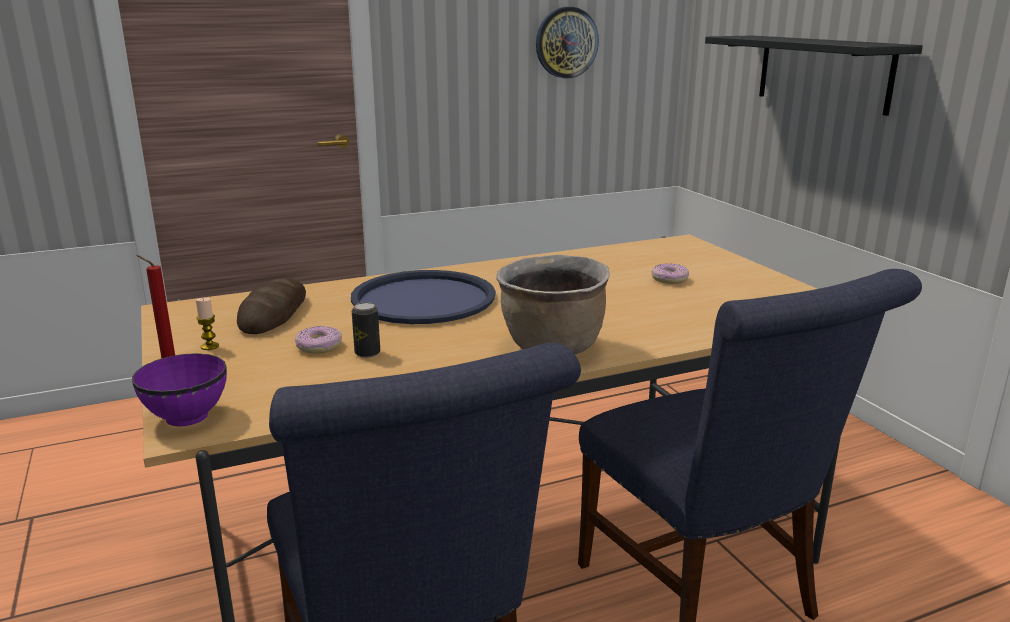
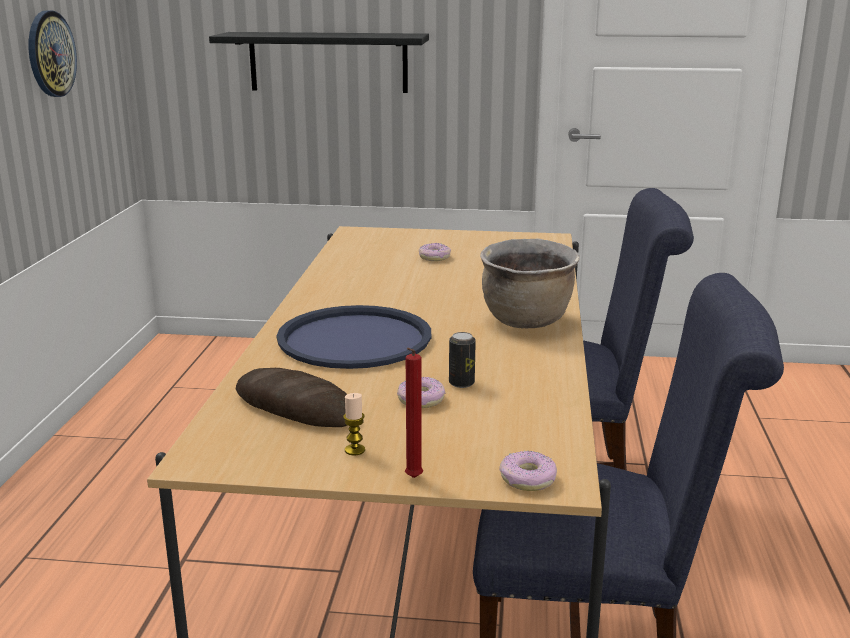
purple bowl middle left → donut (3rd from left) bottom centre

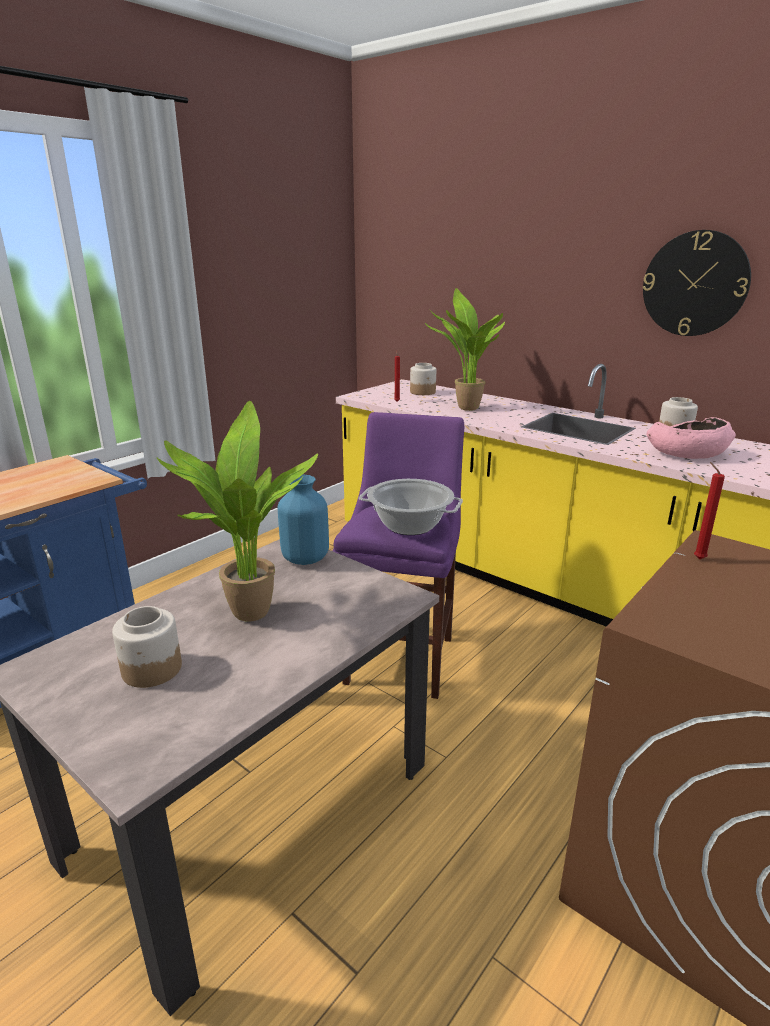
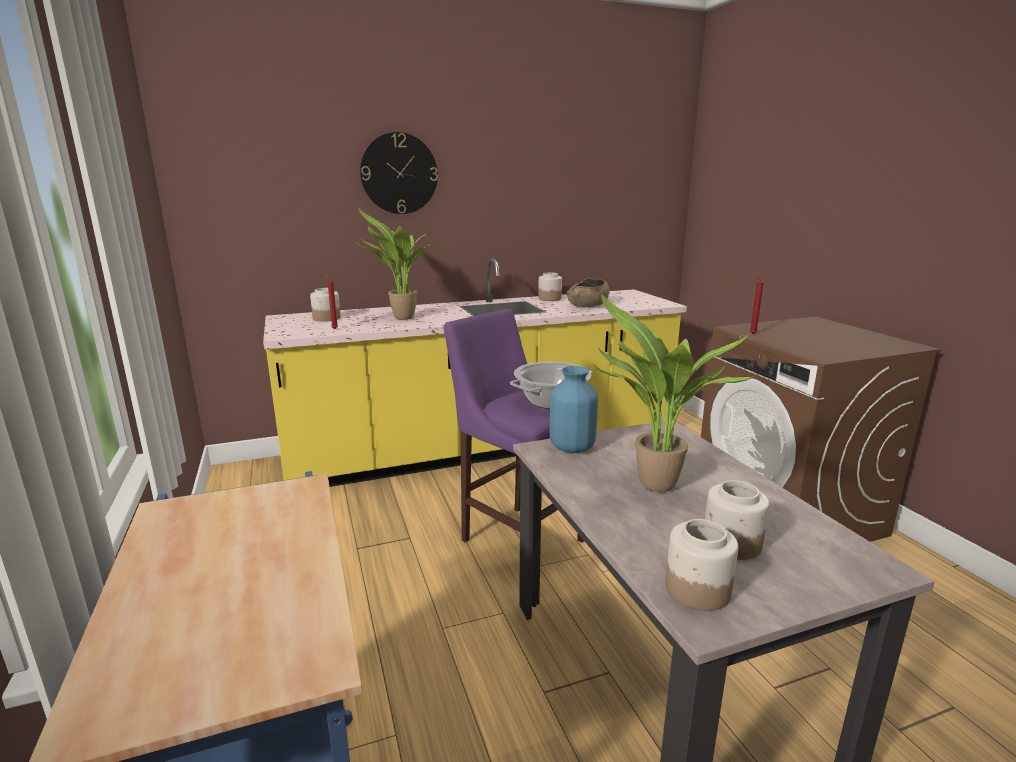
wall clock top right → wall clock top centre, moved
pink bowl middle right → brown bowl centre
- → jar (3rd from left) bottom right

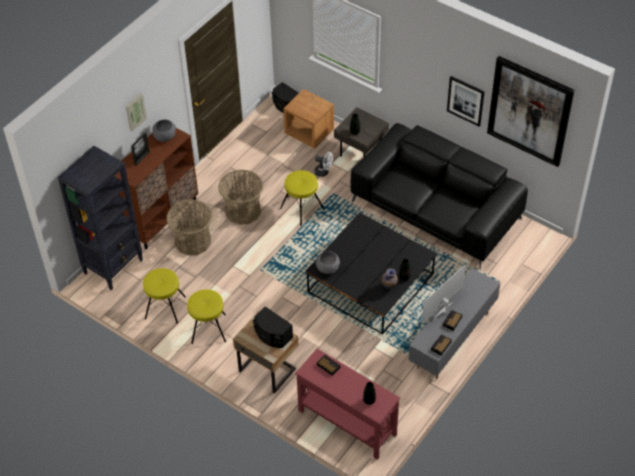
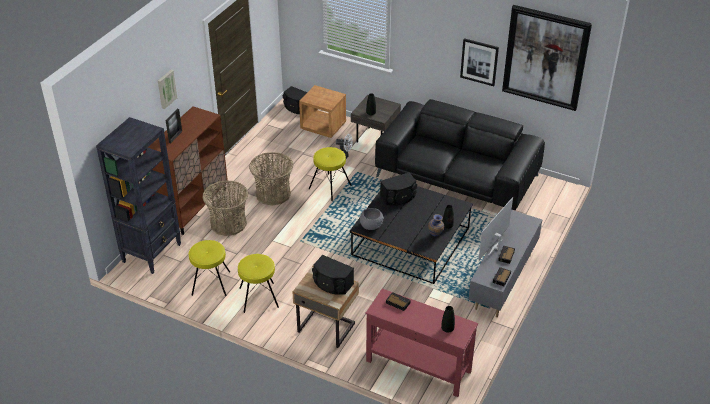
grey bowl (1st from left) top left → -
- → black speaker (3rd from left) centre

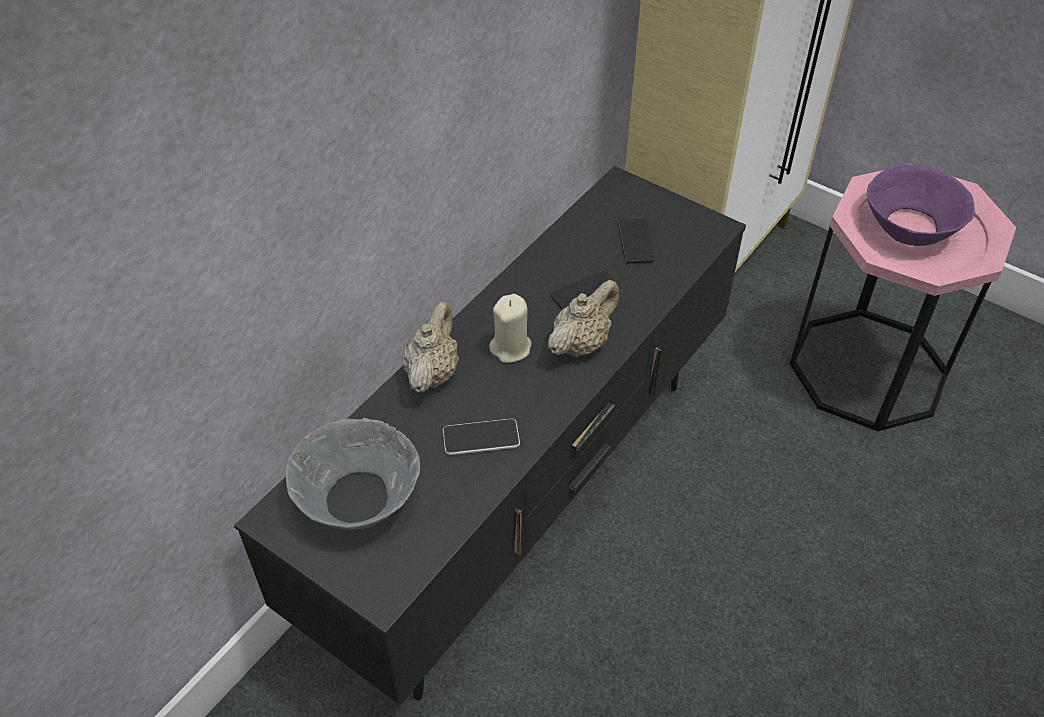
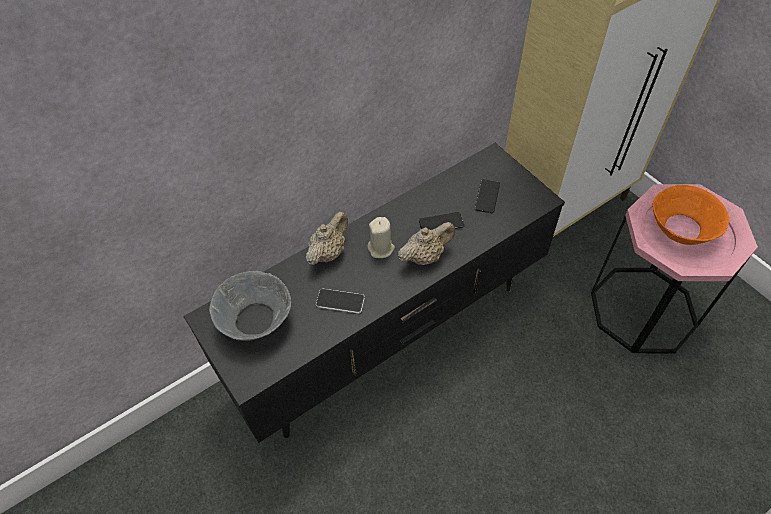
purple bowl top right → orange bowl middle right

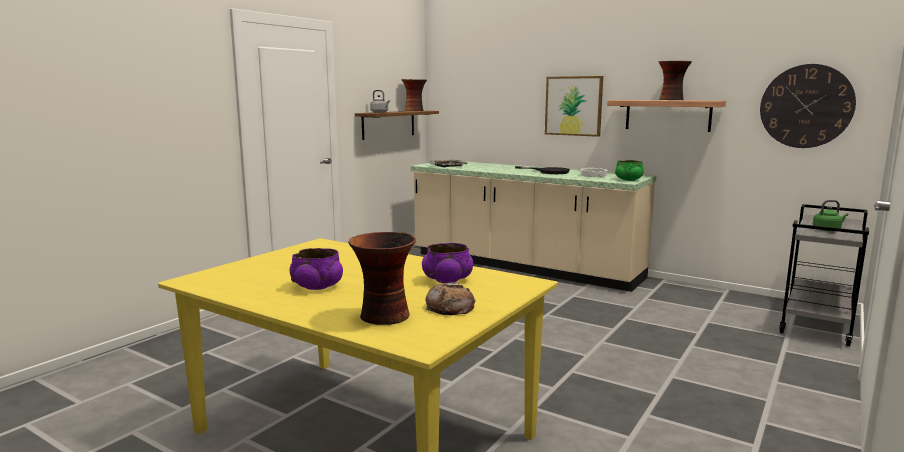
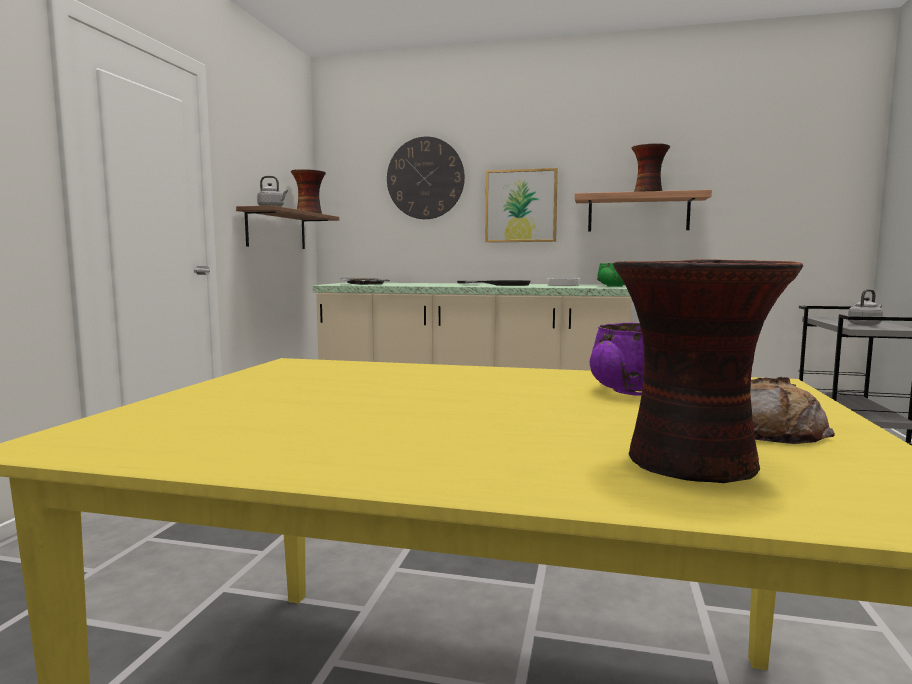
purple bowl (1st from left) centre → -
wall clock top right → wall clock top centre, moved
green kettle middle right → grey kettle (2nd from left) middle right

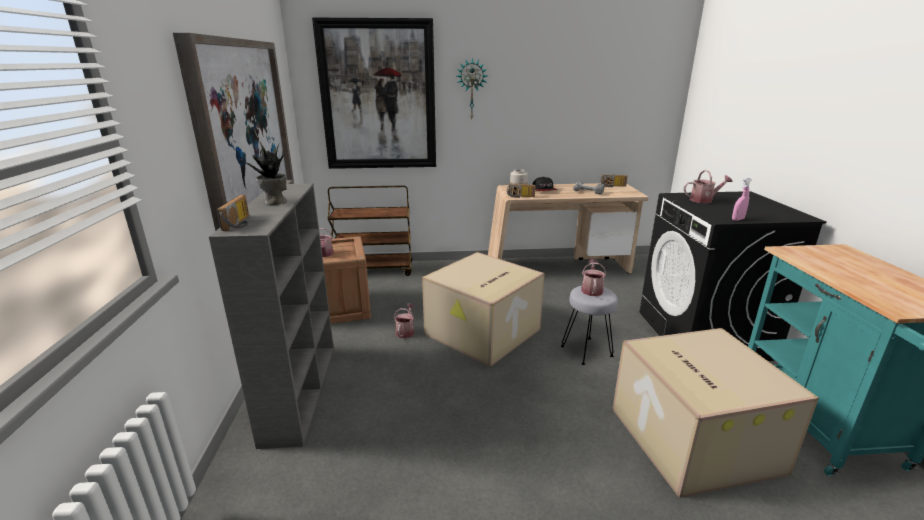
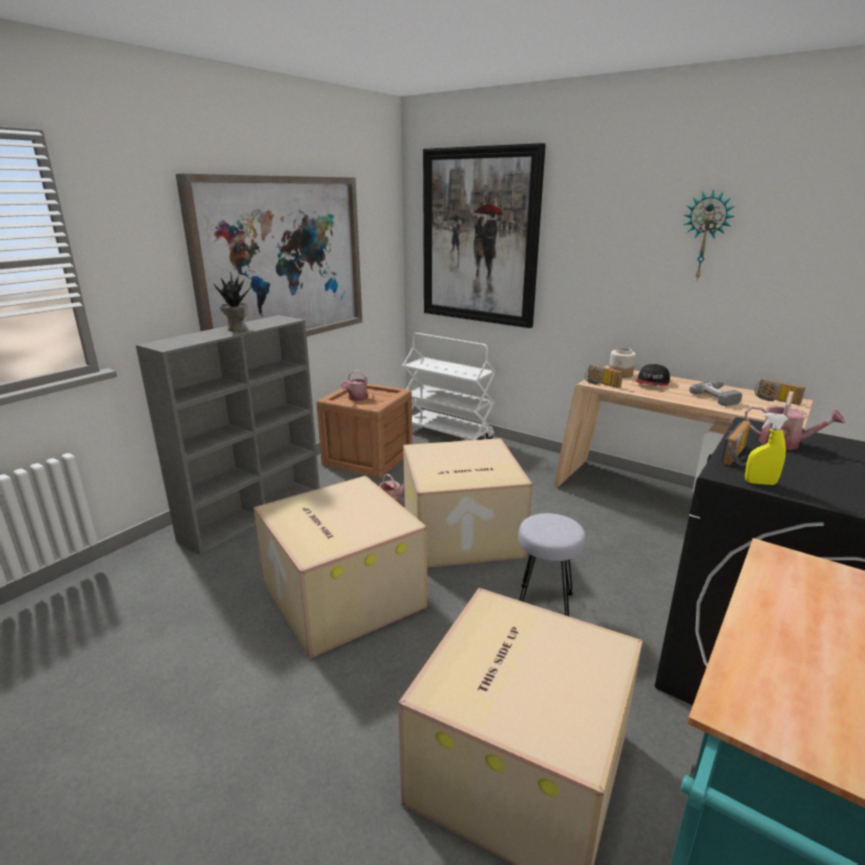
radio (1st from left in the first image) middle left → radio (2nd from left) middle right, moved
brown cart centre → white cart centre
wall clock top centre → wall clock top right, moved
watering can (3rd from left) centre → -
pink spray bottle middle right → yellow spray bottle middle right
- → cardboard box (1st from left) centre

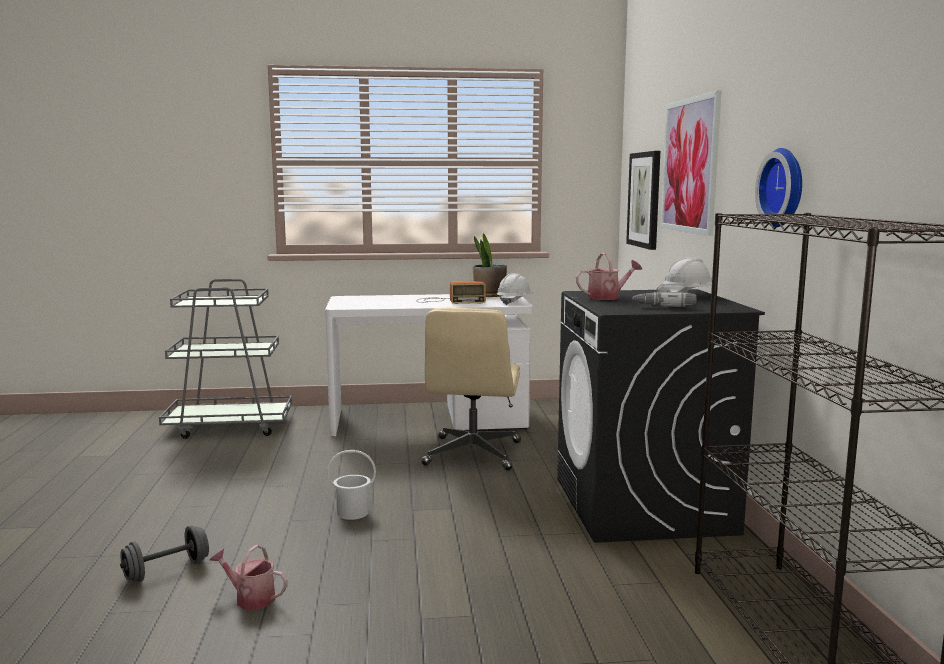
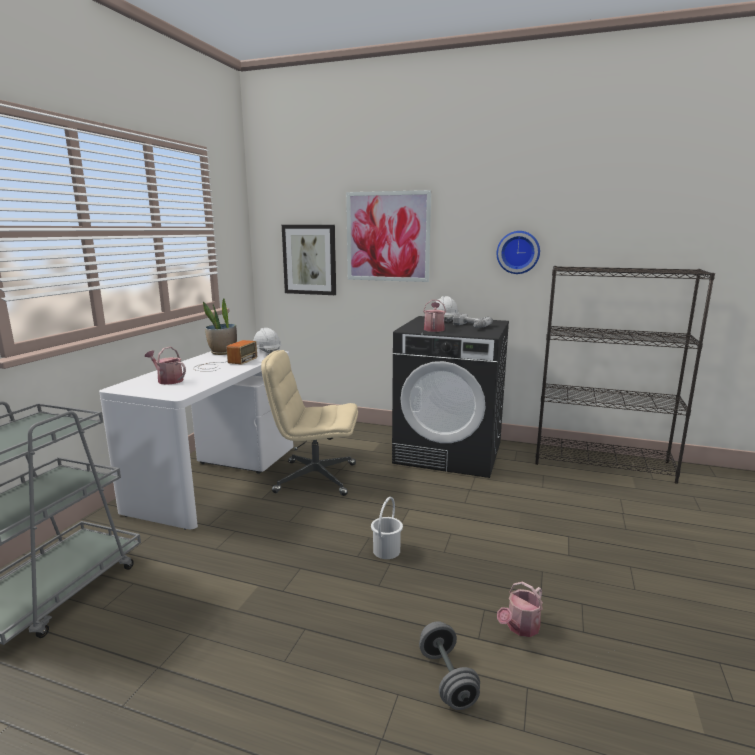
beige office chair centre, 150 degrees clockwise
- → watering can (1st from left) middle left

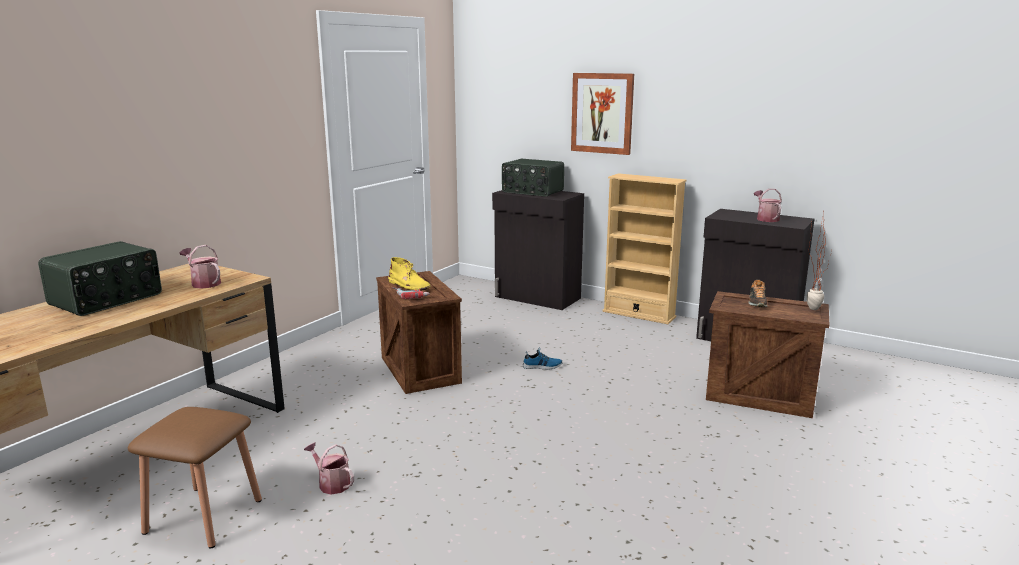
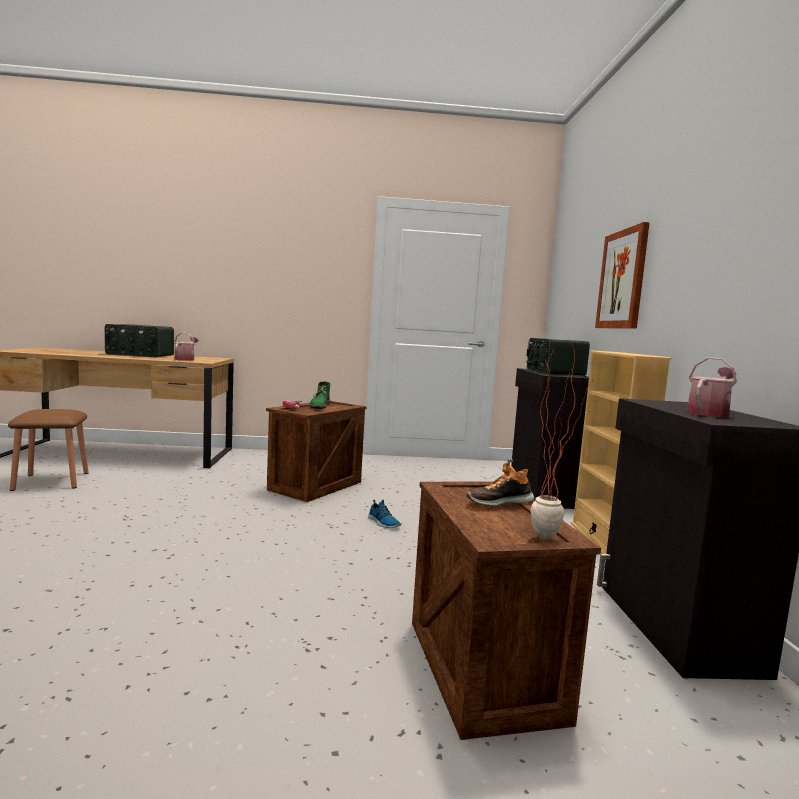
watering can (2nd from left) bottom left → -
yellow boot centre → green boot centre

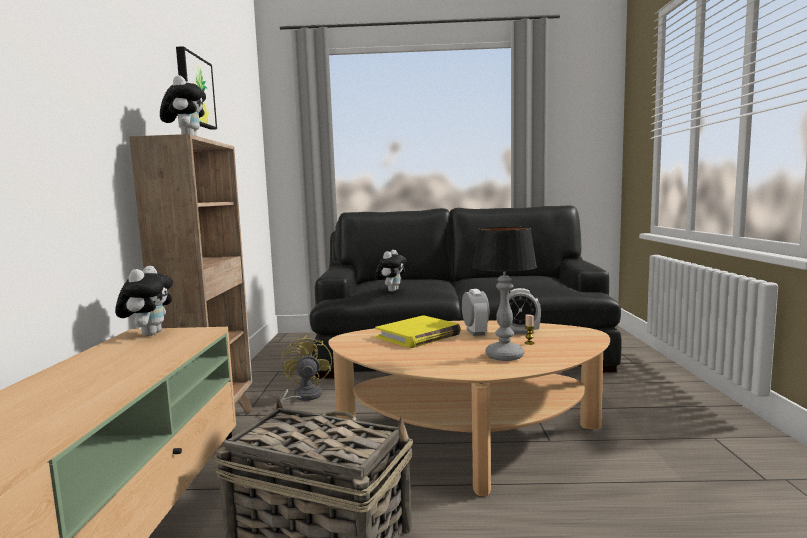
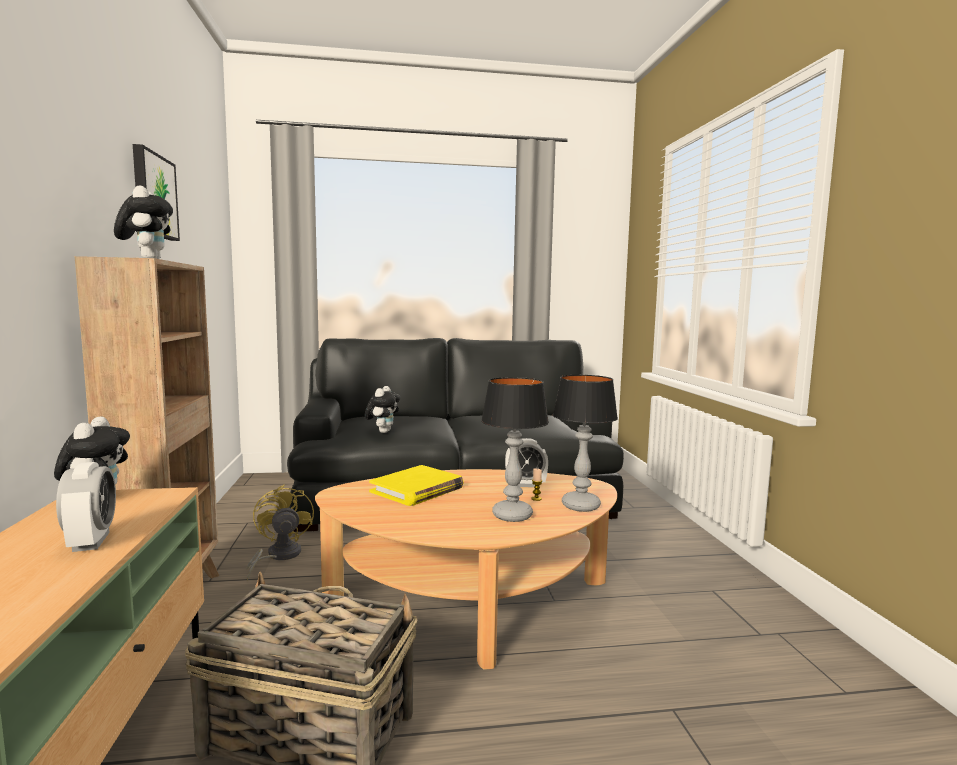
alarm clock (1st from left) centre → alarm clock (1st from left) middle left, moved
- → table lamp (2nd from left) centre

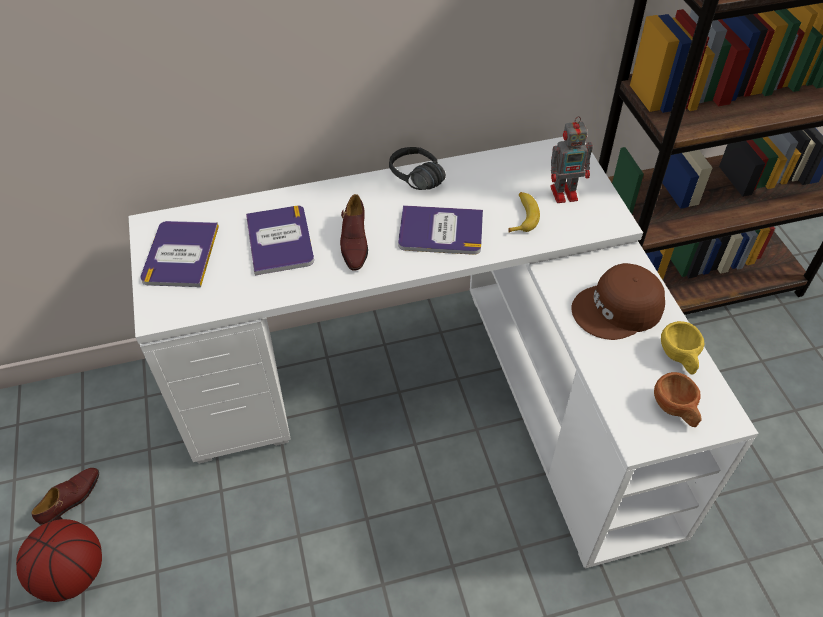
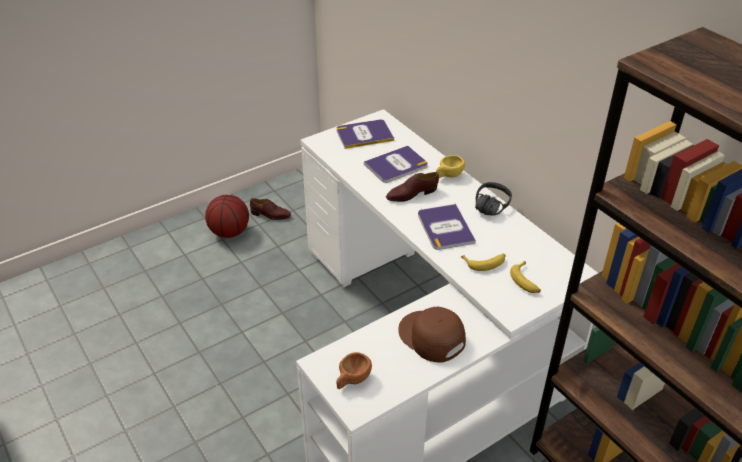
toy robot top right → banana (2nd from left) middle right
yellow cup middle right → yellow cup centre, moved

